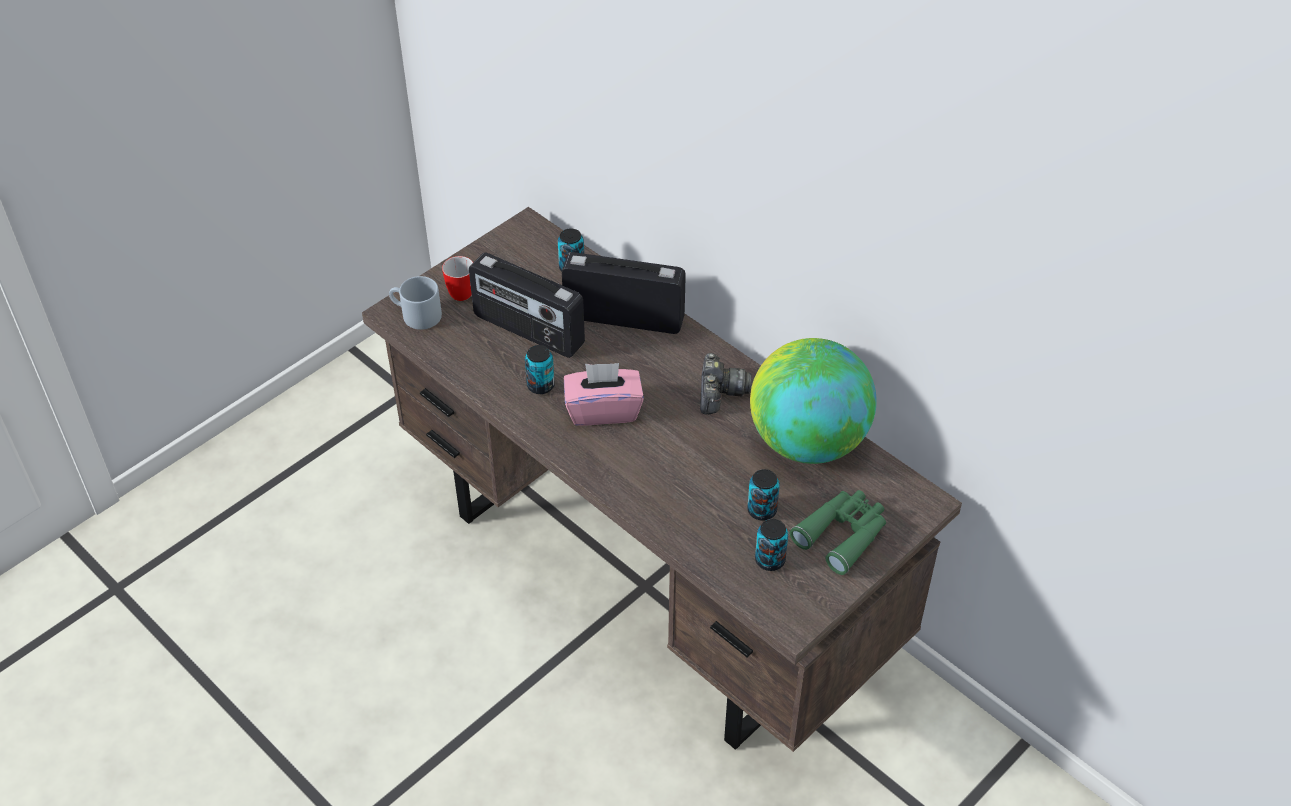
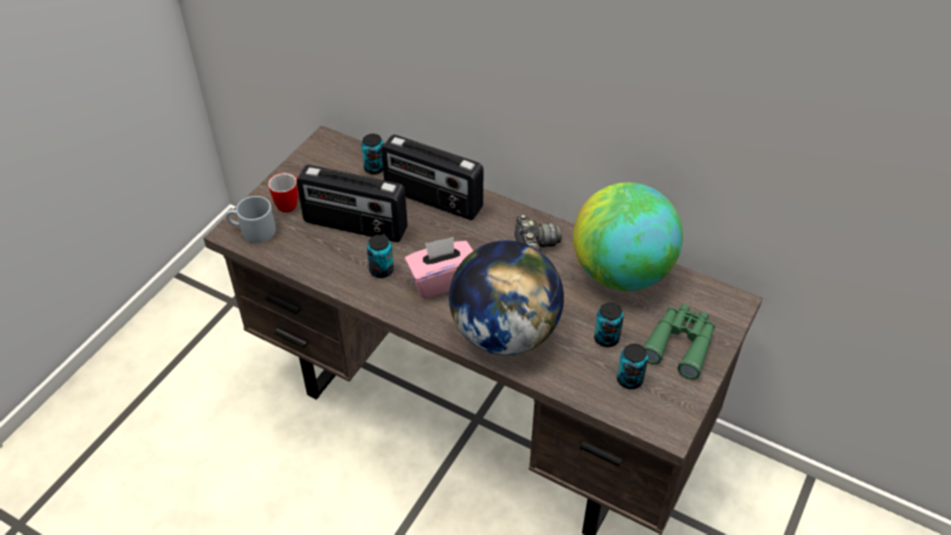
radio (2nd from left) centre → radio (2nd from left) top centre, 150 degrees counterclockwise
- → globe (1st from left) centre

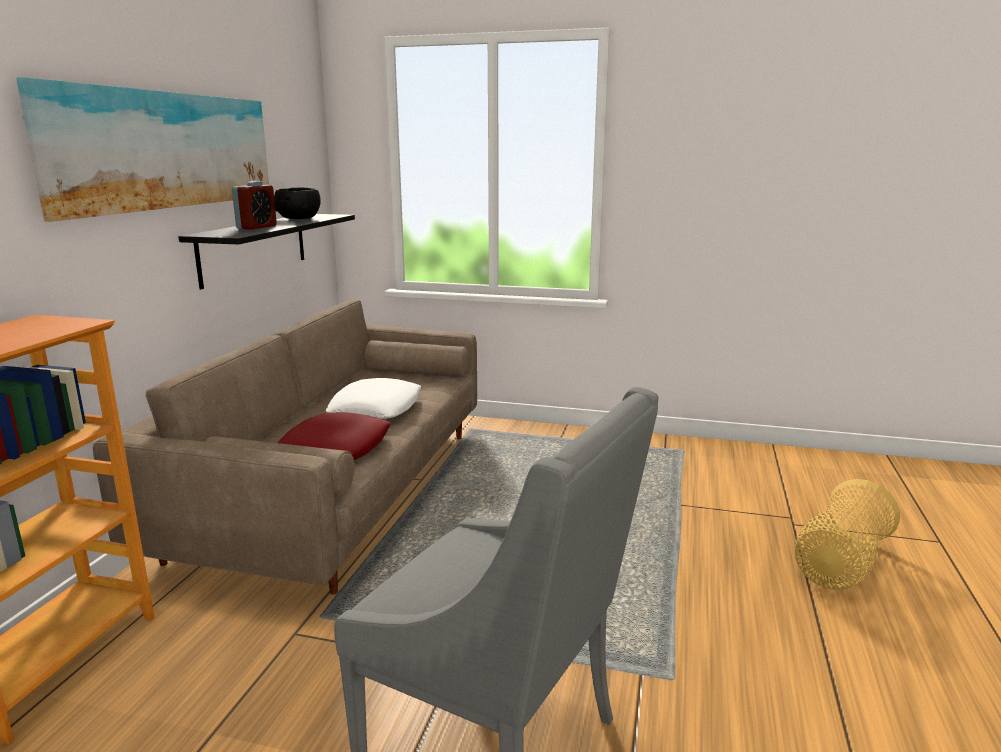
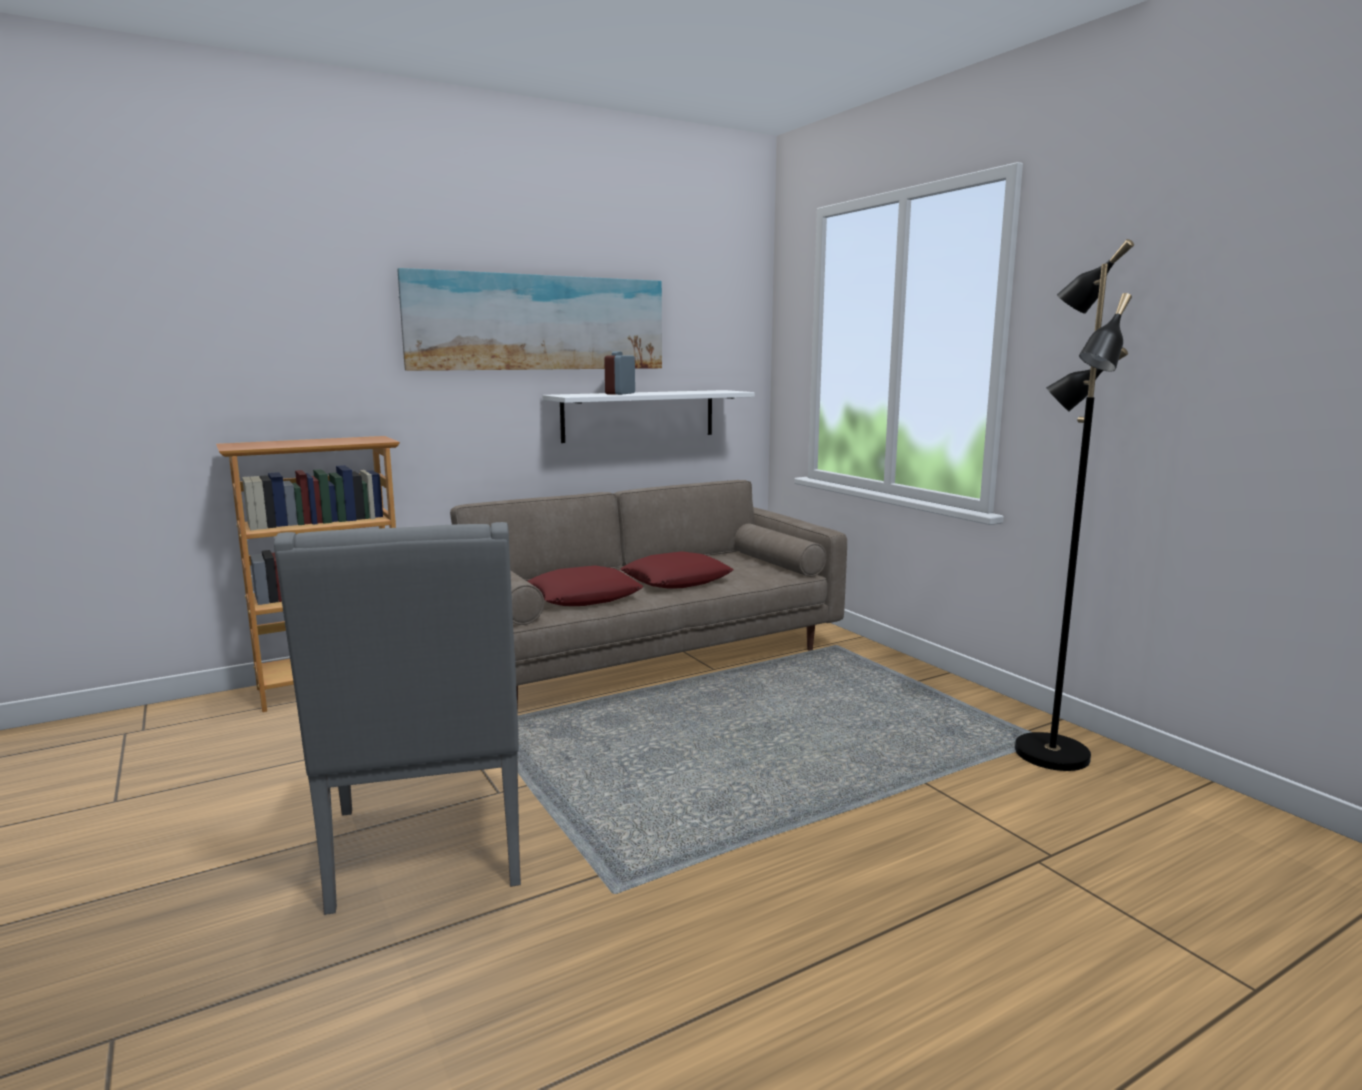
black shelf middle left → white shelf centre
alarm clock top left → alarm clock centre, 135 degrees clockwise
black bowl top left → -
white pillow centre → red pillow (2nd from left) centre
basket bottom right → -
- → black floor lamp middle right

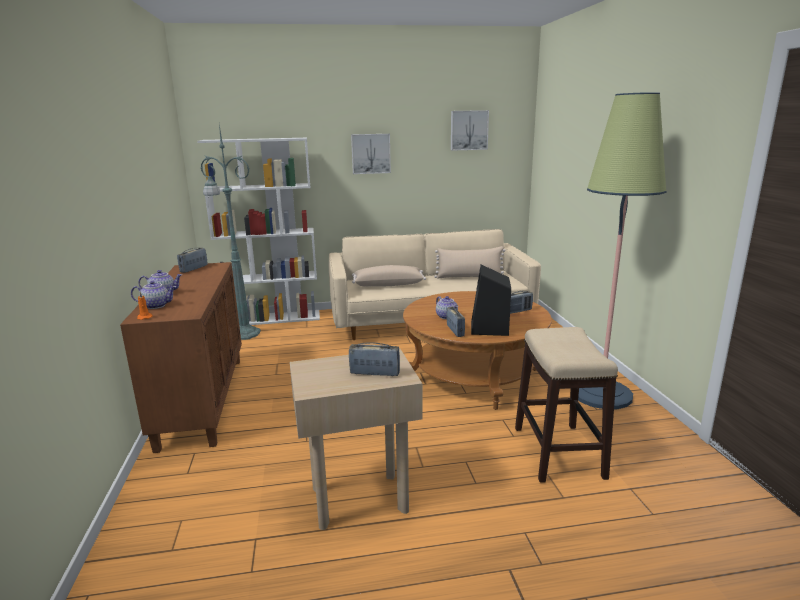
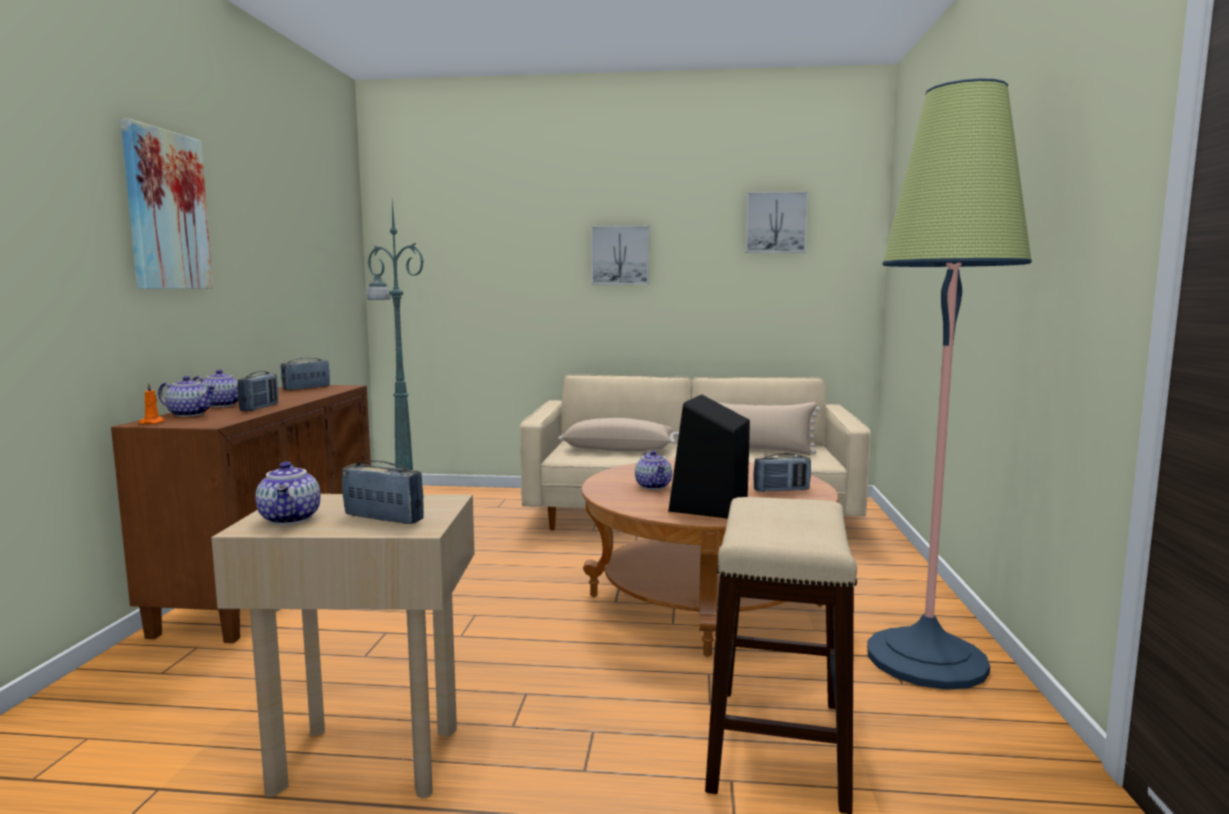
white bookcase middle left → -
radio (3rd from left in the first image) centre → radio (1st from left) middle left, moved
- → picture (1st from left) top left
- → teapot (3rd from left) middle left

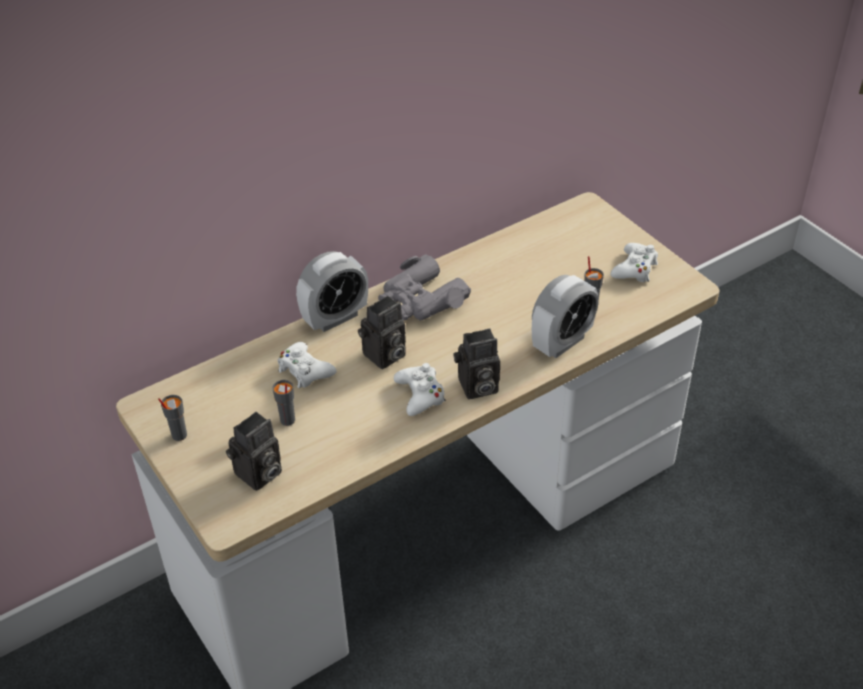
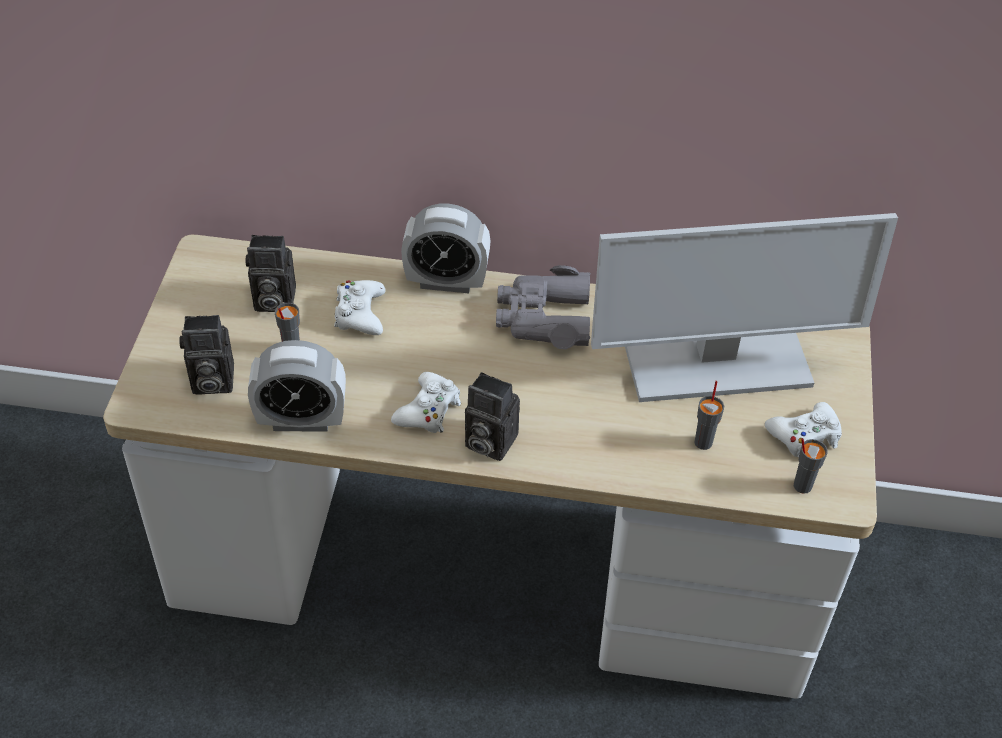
grey cup (1st from left in the first image) middle left → grey cup (3rd from left) middle right, moved
photo camera (2nd from left) centre → photo camera (2nd from left) middle left, moved
alarm clock (2nd from left in the first image) centre → alarm clock (1st from left) middle left, moved
- → monitor middle right

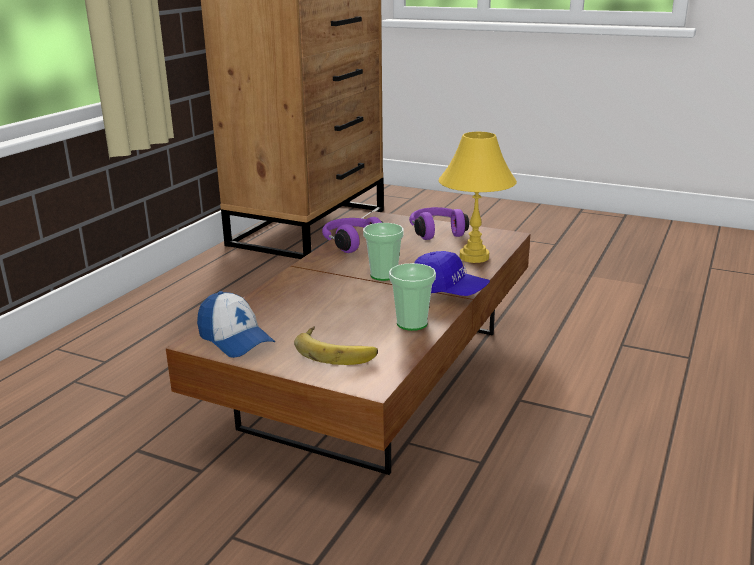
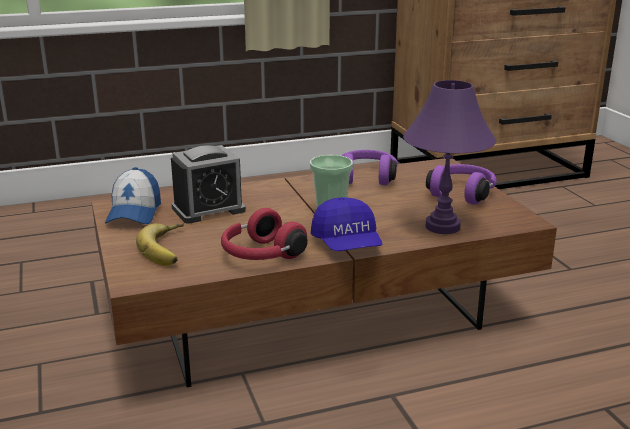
cup (2nd from left) centre → red headphones centre
yellow table lamp centre → purple table lamp middle right
- → alarm clock middle left

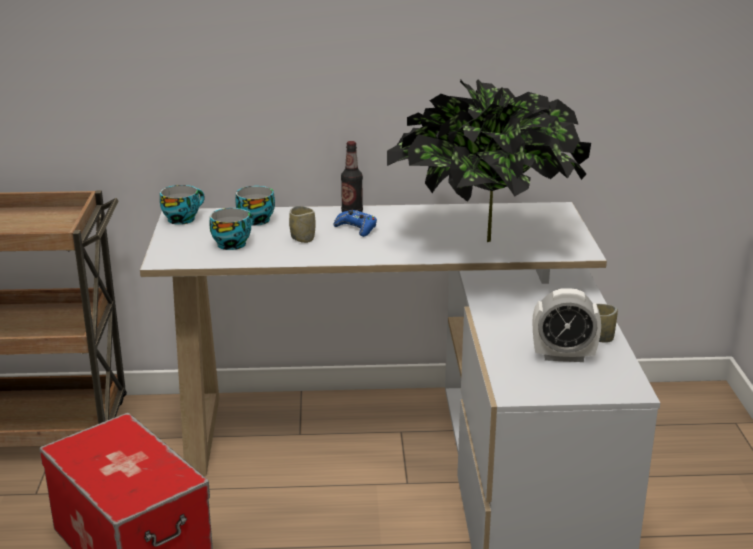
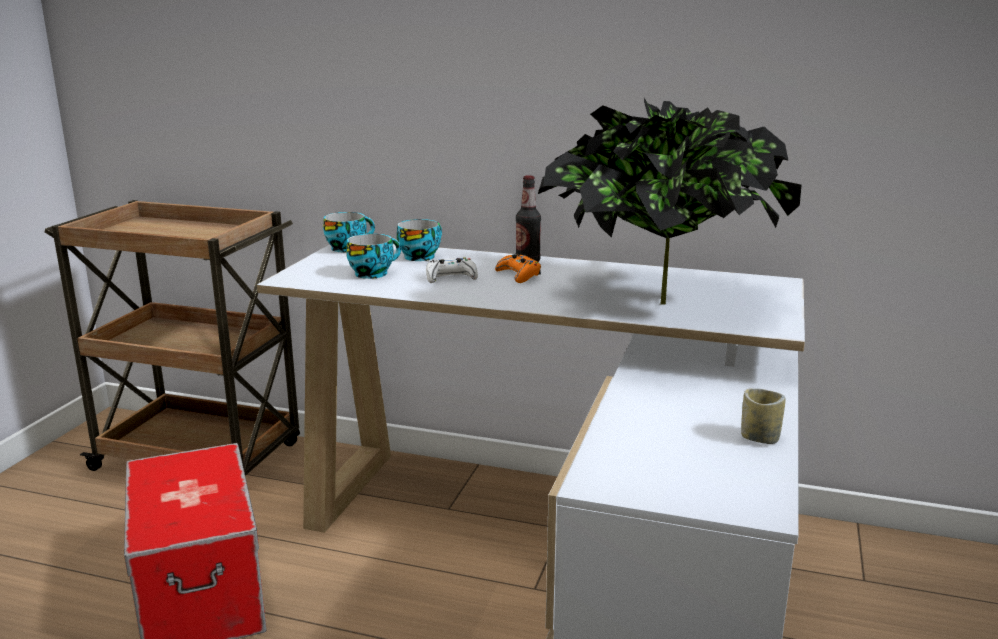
cup (4th from left) centre → white game controller centre
blue game controller centre → orange game controller centre
alarm clock middle right → -

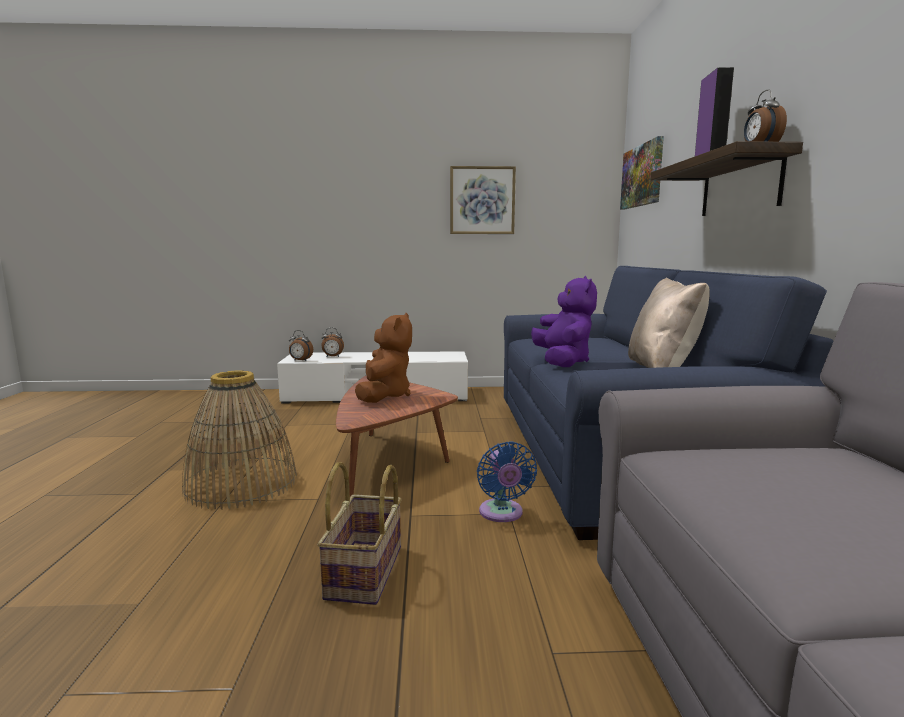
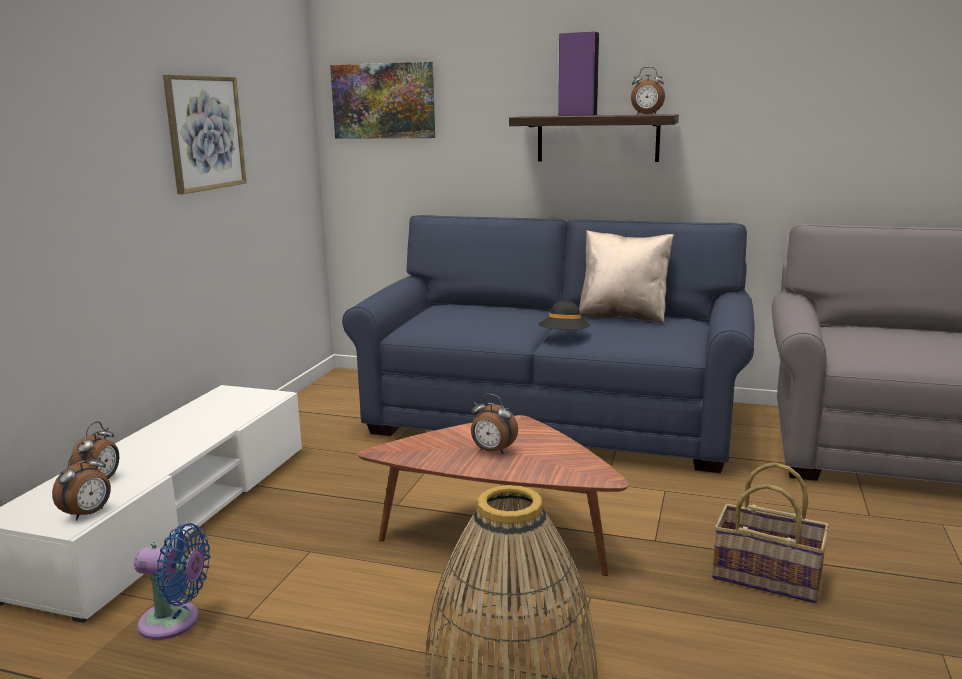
brown plush toy centre → alarm clock (3rd from left) centre
blue fan bottom centre → blue fan bottom left, moved
purple plush toy centre → black hat centre

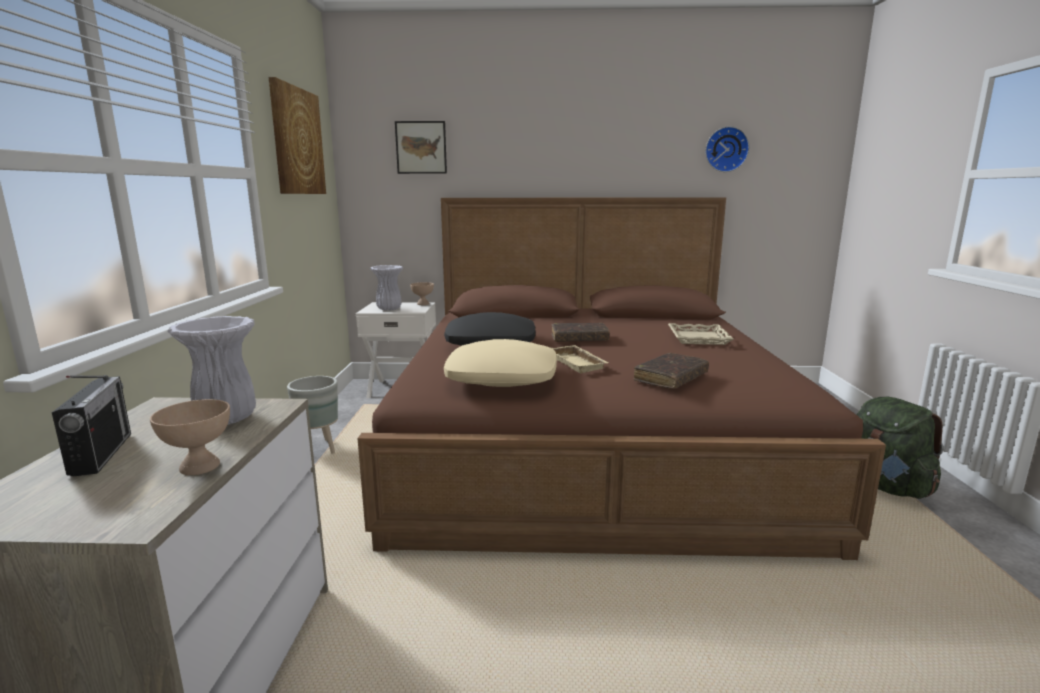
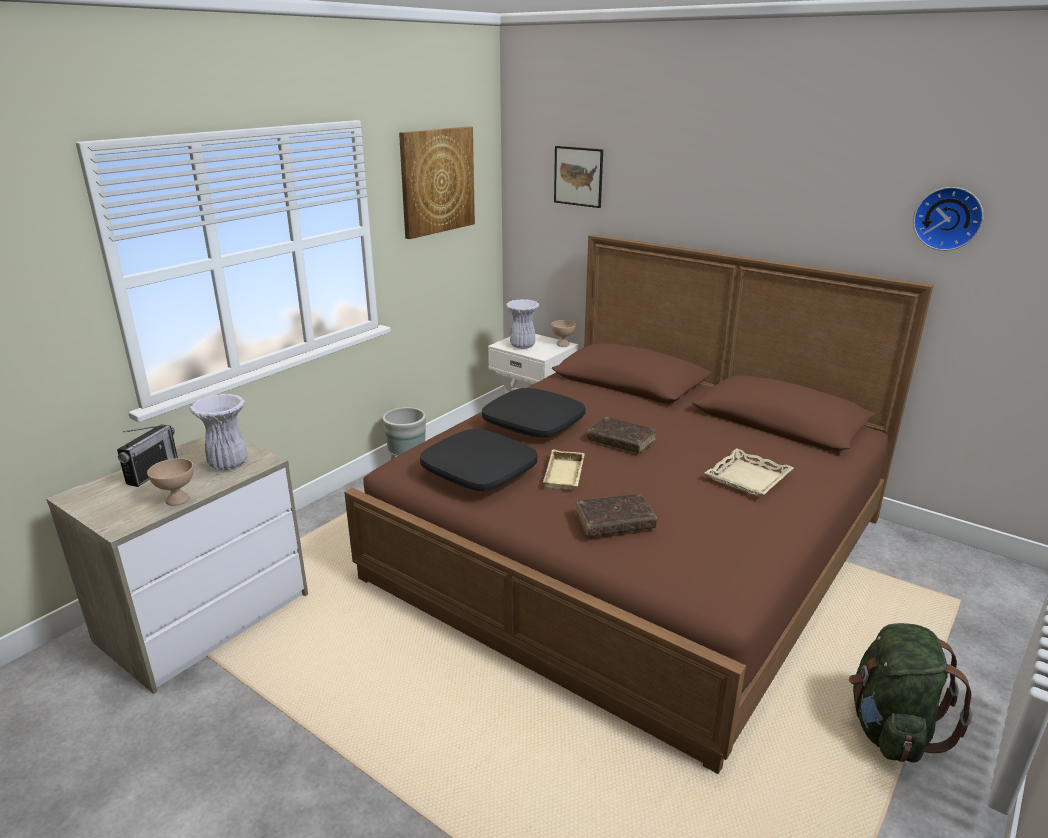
beige pillow centre → black pillow (1st from left) centre

